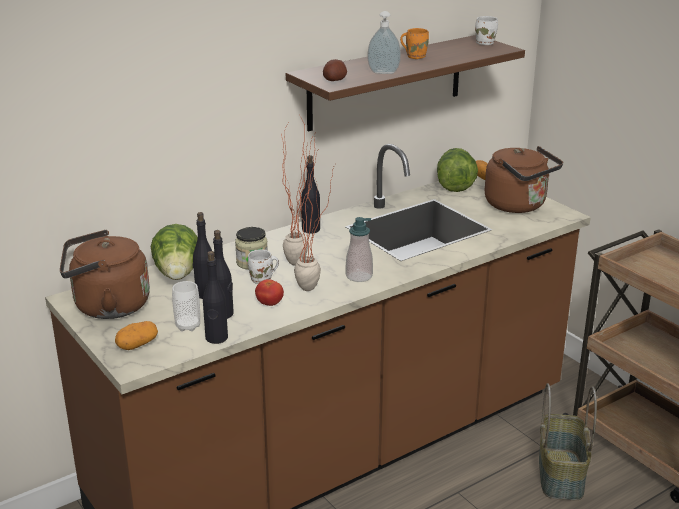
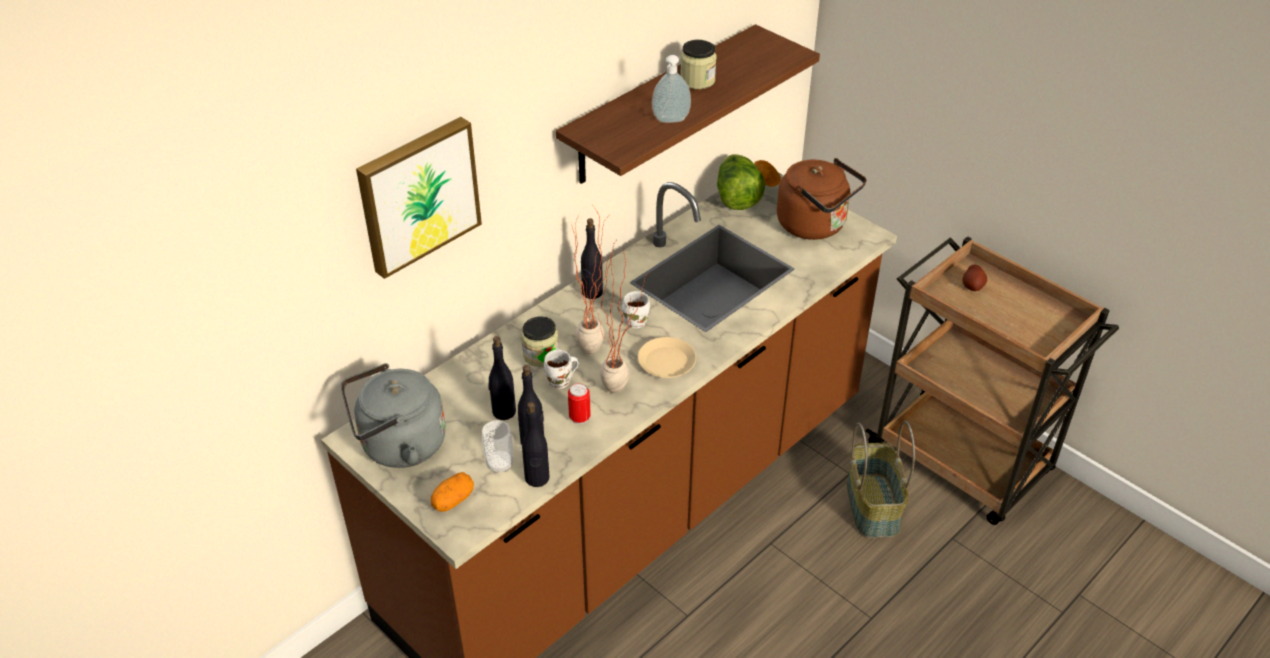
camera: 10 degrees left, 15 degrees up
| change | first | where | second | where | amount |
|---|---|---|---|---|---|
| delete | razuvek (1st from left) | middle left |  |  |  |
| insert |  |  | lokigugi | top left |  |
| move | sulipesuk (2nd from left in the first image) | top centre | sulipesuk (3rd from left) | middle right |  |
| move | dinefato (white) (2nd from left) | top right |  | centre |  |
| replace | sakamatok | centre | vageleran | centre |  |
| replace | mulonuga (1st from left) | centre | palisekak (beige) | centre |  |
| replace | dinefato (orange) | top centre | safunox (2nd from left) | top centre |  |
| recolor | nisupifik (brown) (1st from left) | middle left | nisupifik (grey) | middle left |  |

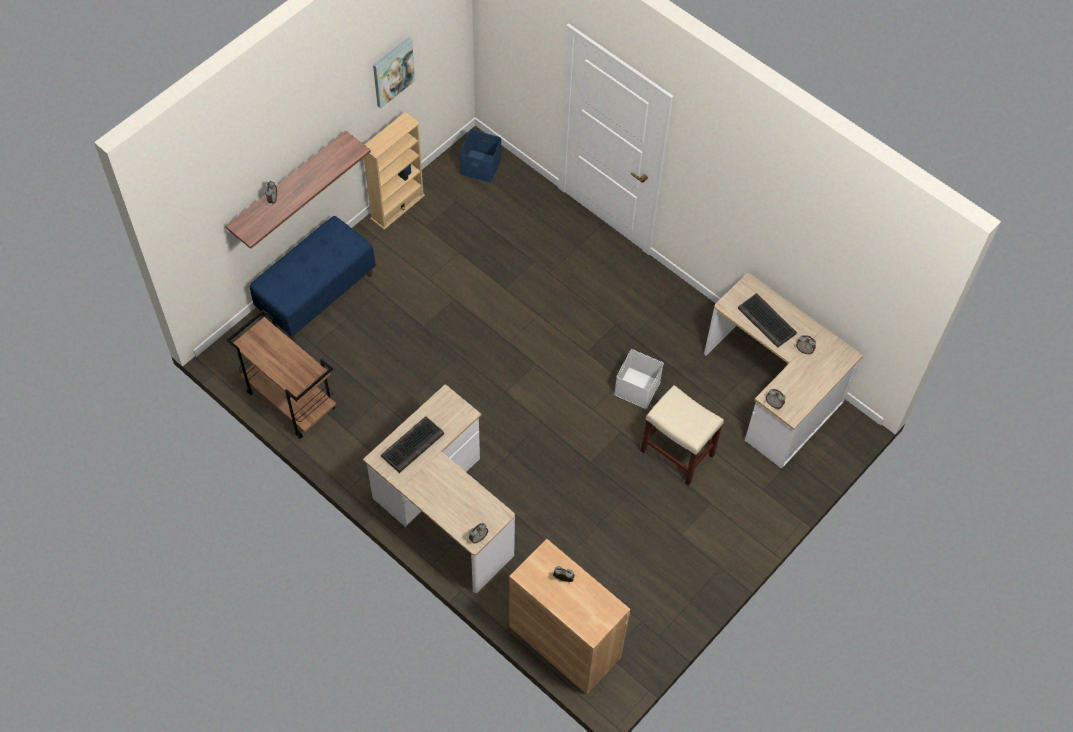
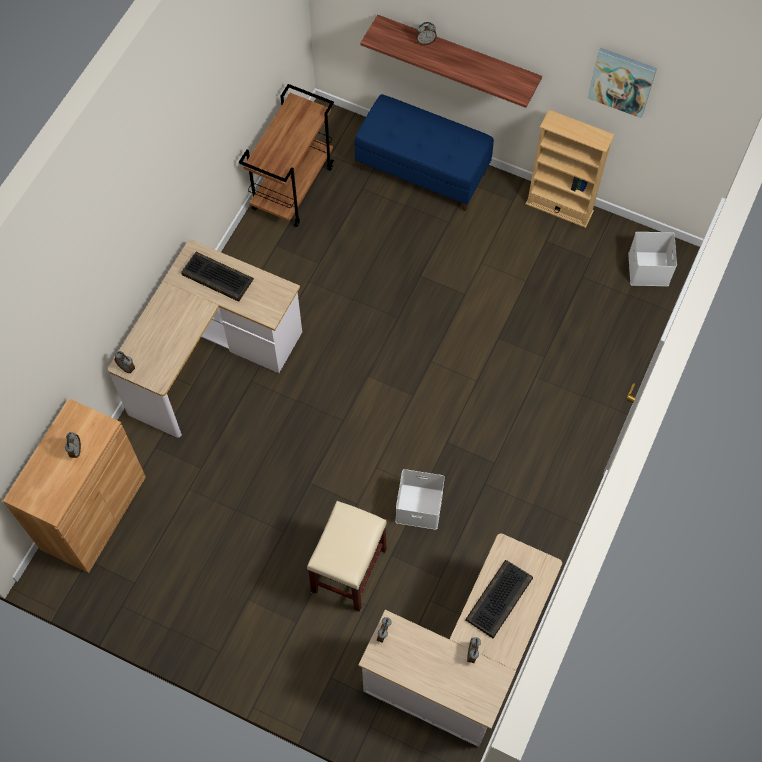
camera: 75 degrees right, 5 degrees up
| change | first | where | second | where | amount |
|---|---|---|---|---|---|
| recolor | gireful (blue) | top centre | gireful (white) (2nd from left) | middle right |  |

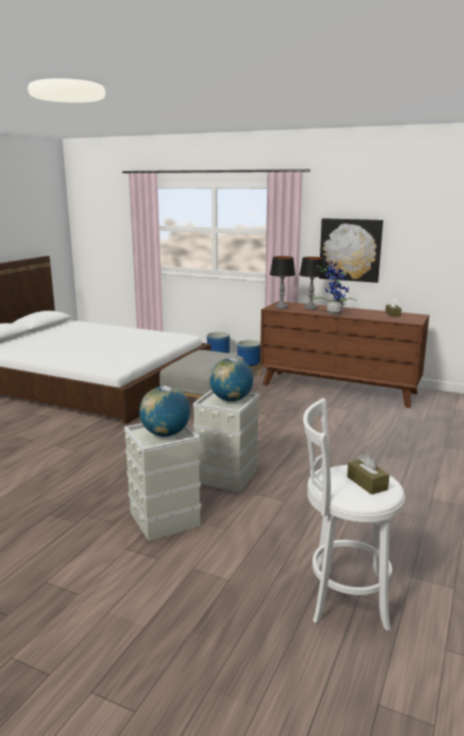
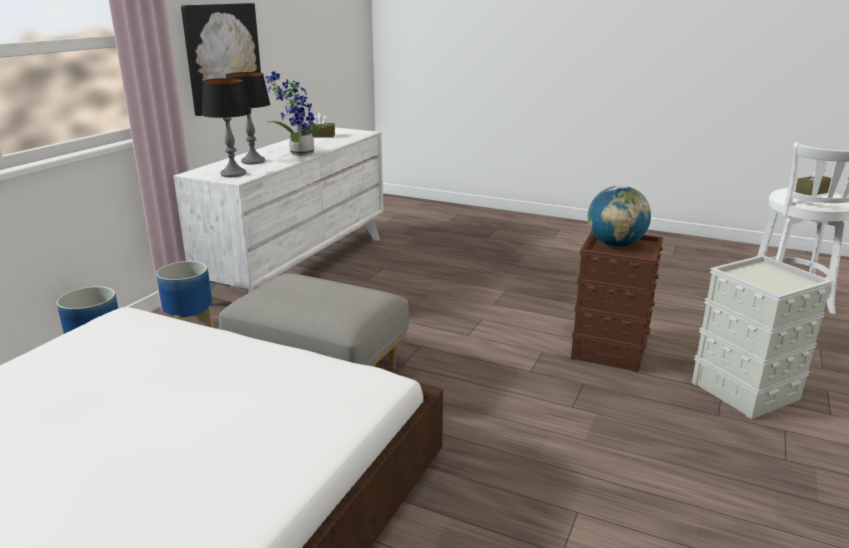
camera: 90 degrees left, 5 degrees up
| change | first | where | second | where | amount |
|---|---|---|---|---|---|
| delete | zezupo (1st from left) | centre |  |  |  |
| recolor | gireful (grey) (2nd from left) | centre | gireful (brown) | middle right |  |
| recolor | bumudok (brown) | middle right | bumudok (white) | middle left |  |

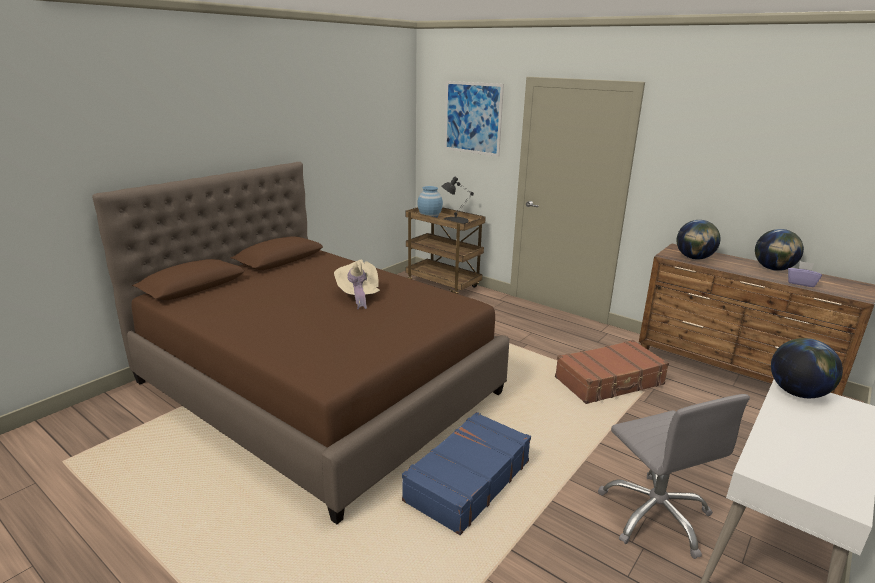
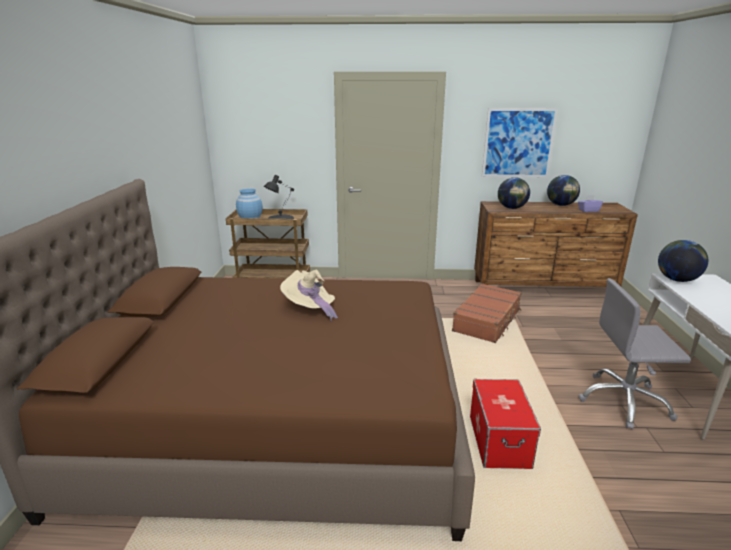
camera: 35 degrees left, 0 degrees up
| change | first | where | second | where | amount |
|---|---|---|---|---|---|
| move | lokigugi | top centre |  | top right |  |
| replace | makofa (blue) | bottom centre | gireful | bottom right |  |
| rotate | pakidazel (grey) | bottom right |  | middle right | 150 degrees clockwise |

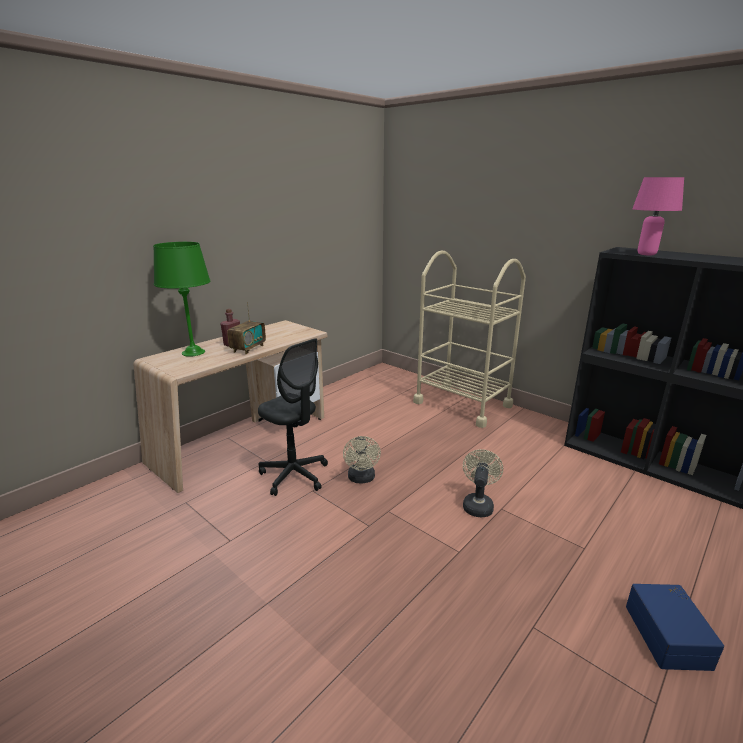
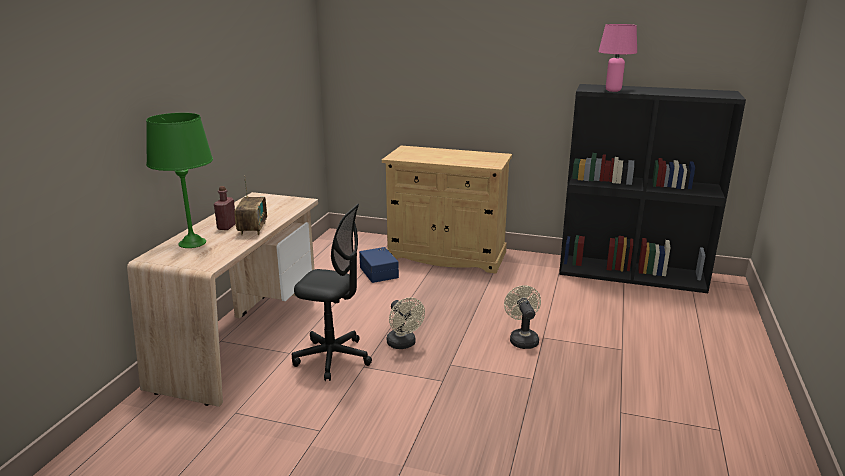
camera: 25 degrees left, 0 degrees up
| change | first | where | second | where | amount |
|---|---|---|---|---|---|
| move | gireful (blue) | bottom right |  | centre |  |
| replace | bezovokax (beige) | centre | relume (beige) | centre |  |

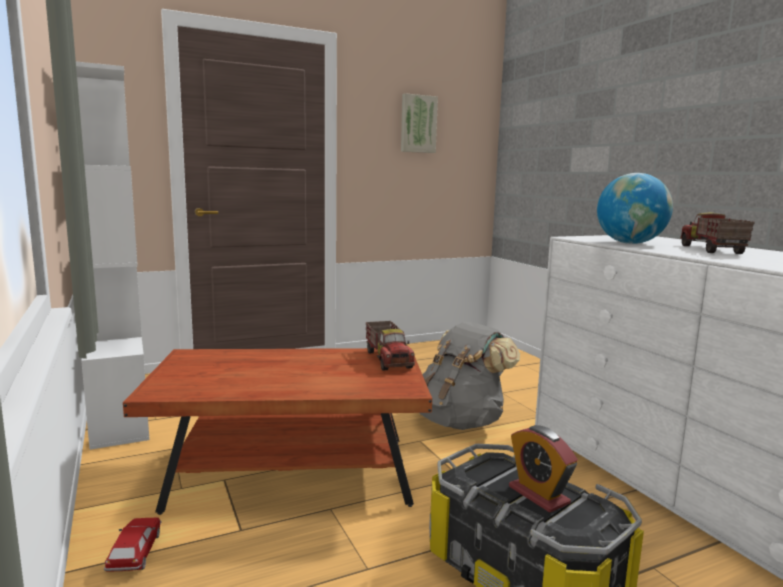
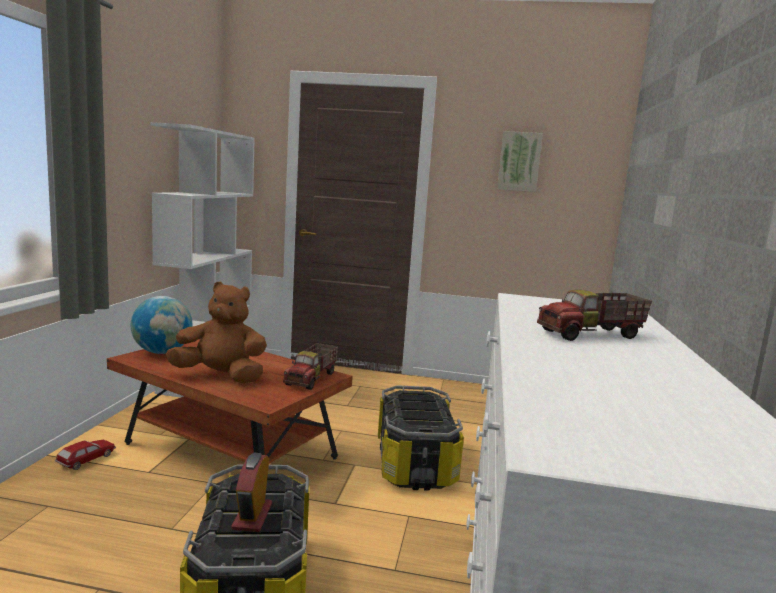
camera: 35 degrees right, 0 degrees up
| change | first | where | second | where | amount |
|---|---|---|---|---|---|
| insert |  |  | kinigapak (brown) | middle left |  |
| move | zezupo | middle right |  | middle left |  |
| replace | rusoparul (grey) | centre | gireful (2nd from left) | bottom centre |  |
| rotate | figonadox (2nd from left) | middle right |  | middle right | 150 degrees counterclockwise |

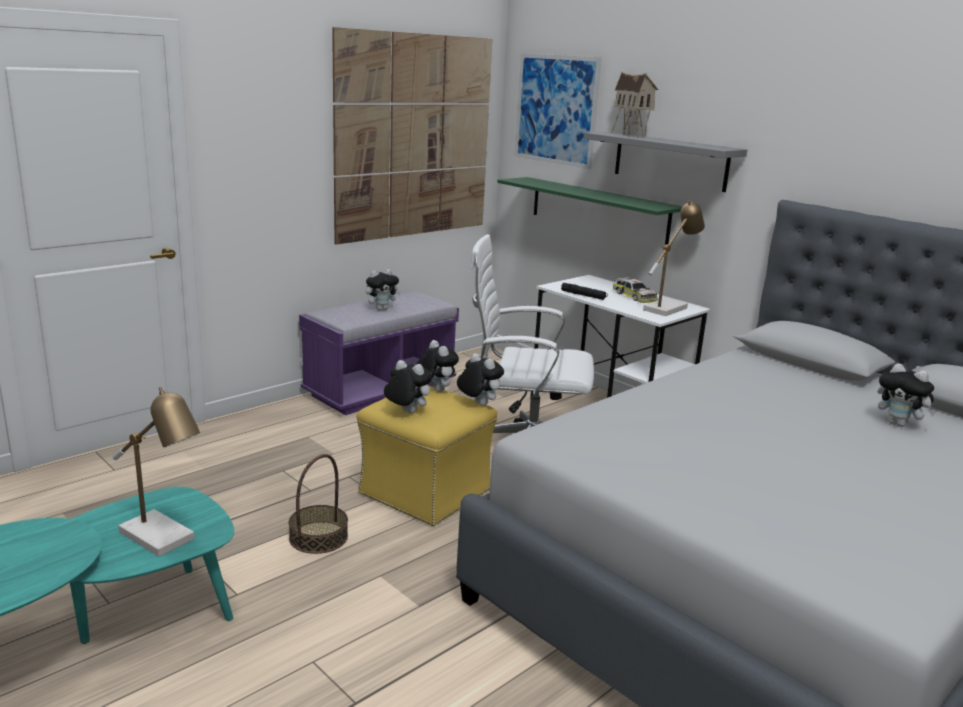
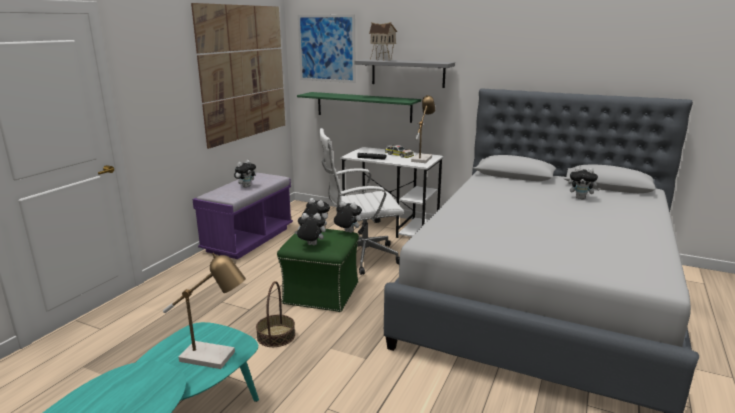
camera: 20 degrees left, 0 degrees up
| change | first | where | second | where | amount |
|---|---|---|---|---|---|
| recolor | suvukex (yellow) | centre | suvukex (green) | centre |  |

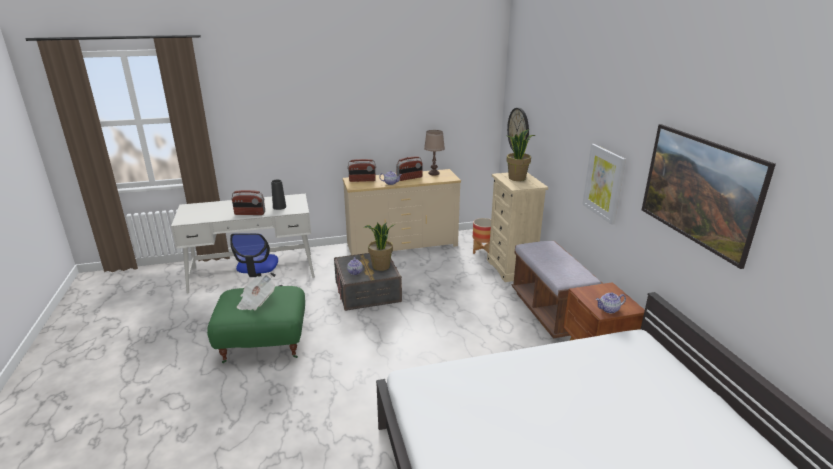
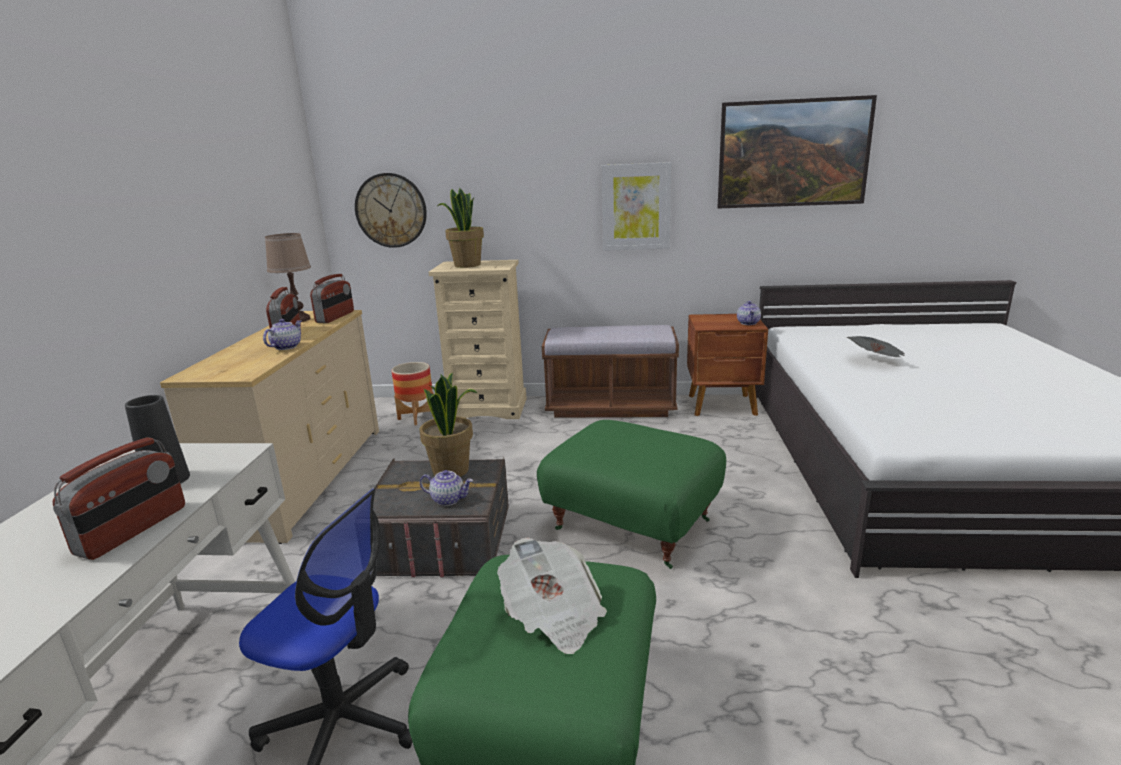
camera: 70 degrees left, 5 degrees down
| change | first | where | second | where | amount |
|---|---|---|---|---|---|
| insert |  |  | suvukex (green) (2nd from left) | centre |  |
| insert |  |  | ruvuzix (2nd from left) | middle right |  |
| move | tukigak (2nd from left in the first image) | centre | tukigak (3rd from left) | middle left |  |

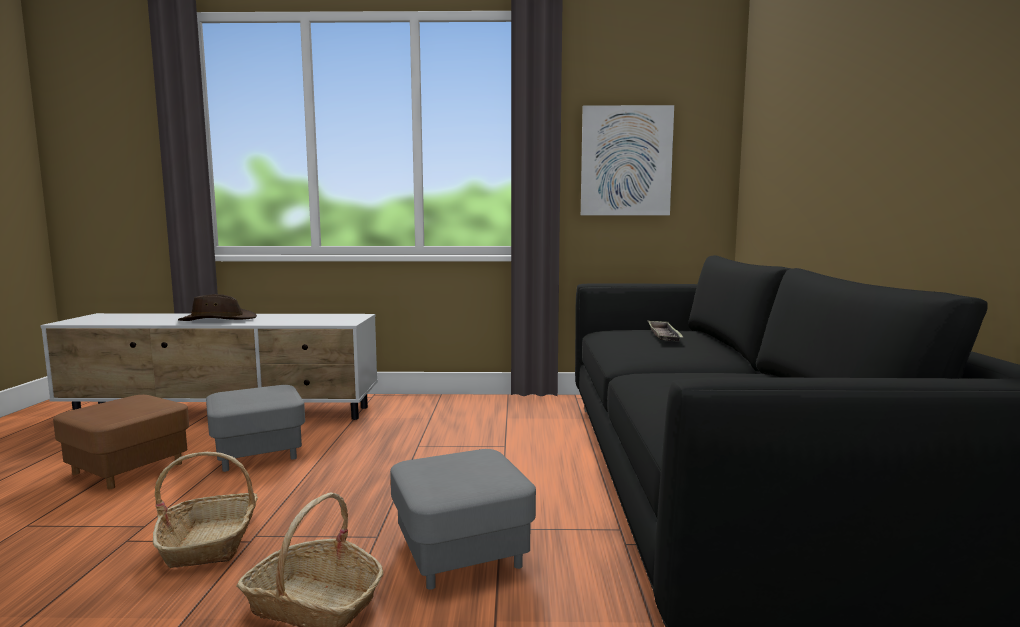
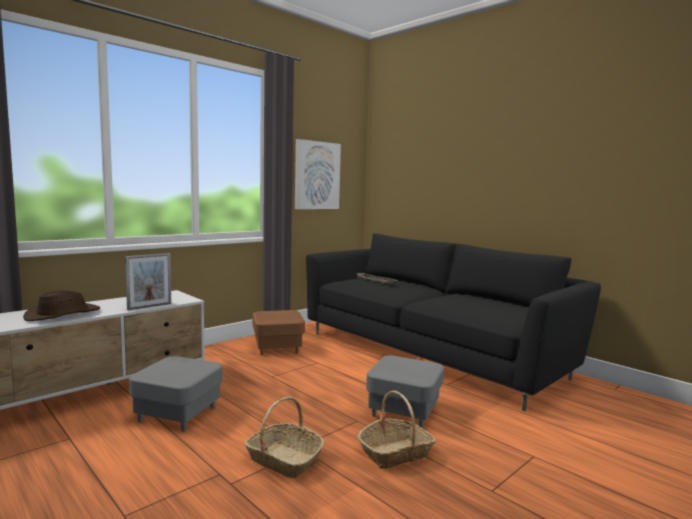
camera: 45 degrees left, 0 degrees up
| change | first | where | second | where | amount |
|---|---|---|---|---|---|
| insert |  |  | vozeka | middle left |  |
| move | suvukex (brown) | bottom left |  | centre |  |

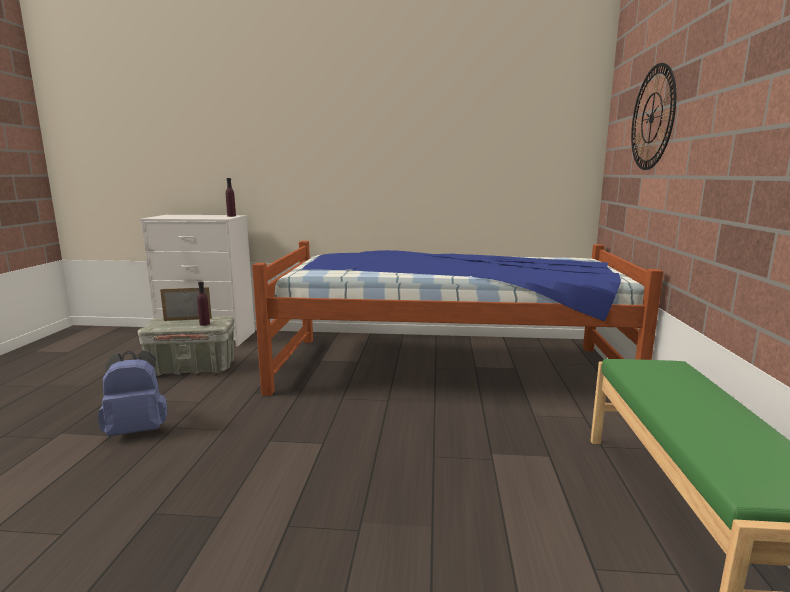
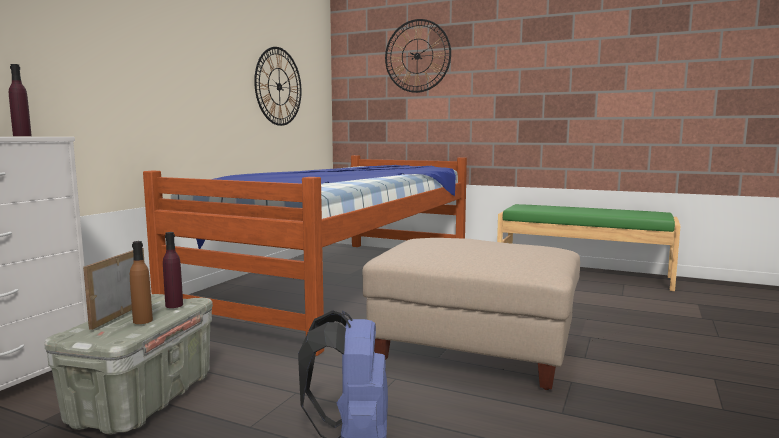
camera: 70 degrees left, 5 degrees down
| change | first | where | second | where | amount |
|---|---|---|---|---|---|
| insert |  |  | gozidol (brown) | middle left |  |
| insert |  |  | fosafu (1st from left) | top centre |  |
| insert |  |  | suvukex (beige) | bottom centre |  |

